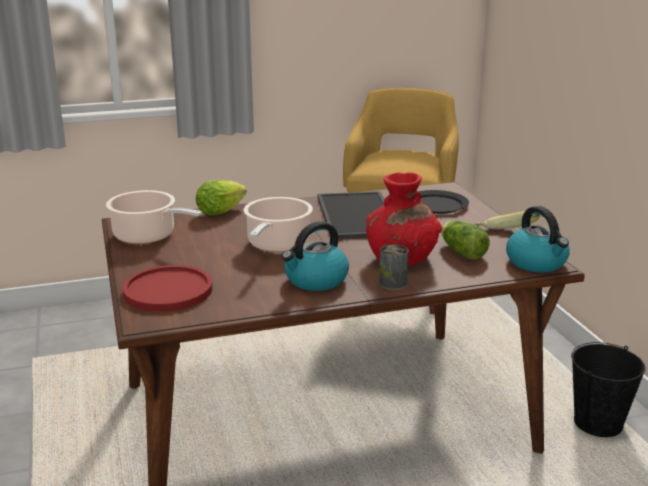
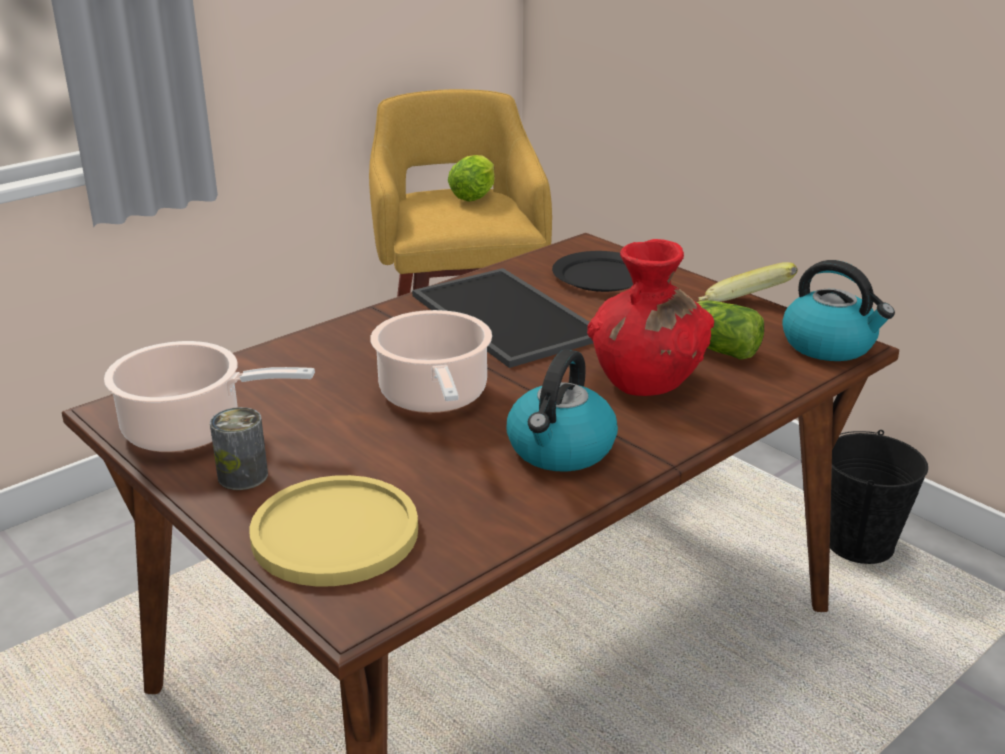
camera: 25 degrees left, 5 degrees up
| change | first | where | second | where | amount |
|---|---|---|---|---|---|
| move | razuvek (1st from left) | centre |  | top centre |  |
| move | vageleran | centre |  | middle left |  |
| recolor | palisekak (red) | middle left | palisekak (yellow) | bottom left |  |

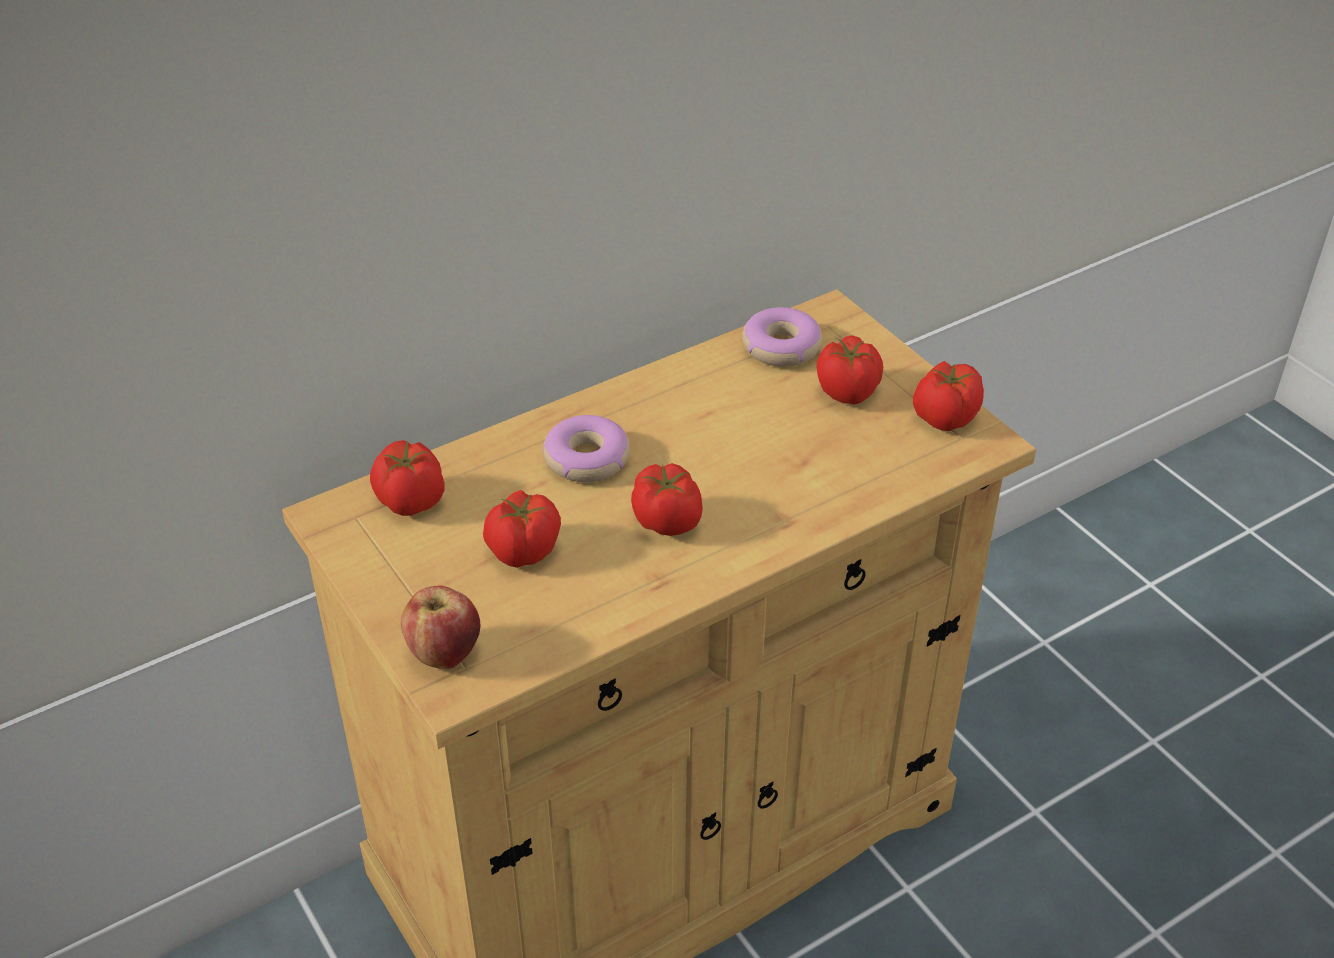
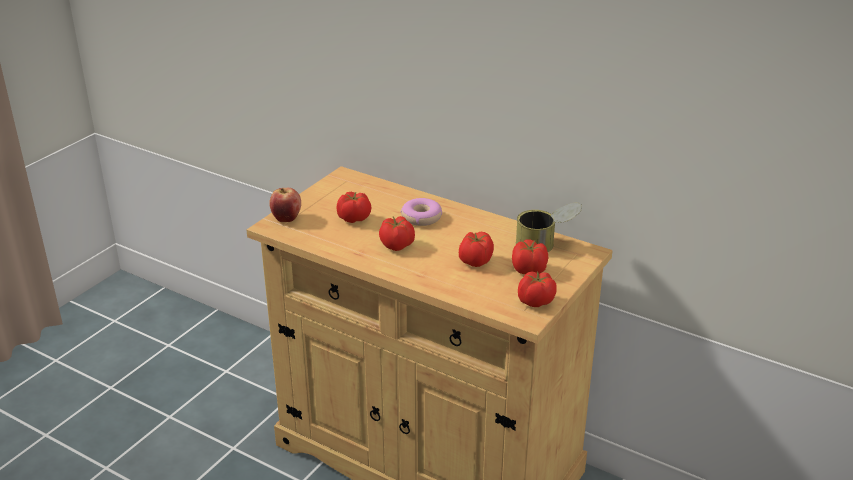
camera: 65 degrees right, 10 degrees down
| change | first | where | second | where | amount |
|---|---|---|---|---|---|
| move | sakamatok (1st from left in the first image) | middle left | sakamatok (3rd from left) | centre |  |
| replace | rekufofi (2nd from left) | centre | vageleran | centre |  |

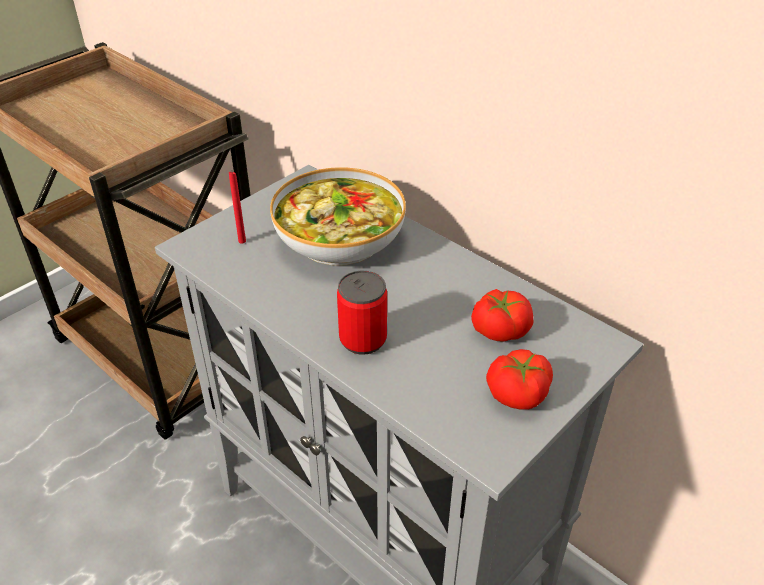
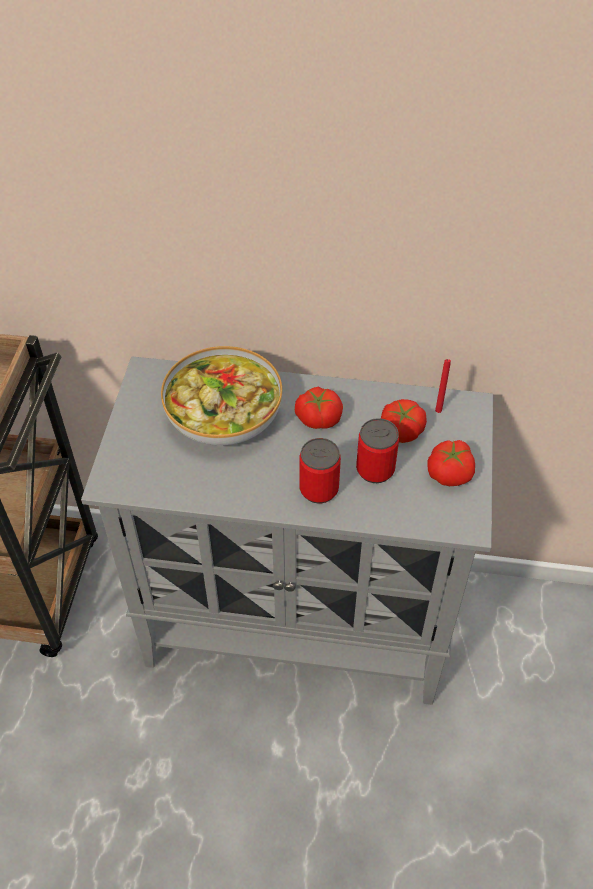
camera: 35 degrees left, 10 degrees up
| change | first | where | second | where | amount |
|---|---|---|---|---|---|
| insert |  |  | sakamatok (1st from left) | centre |  |
| insert |  |  | vageleran (2nd from left) | centre |  |
| move | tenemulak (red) | middle left |  | middle right |  |

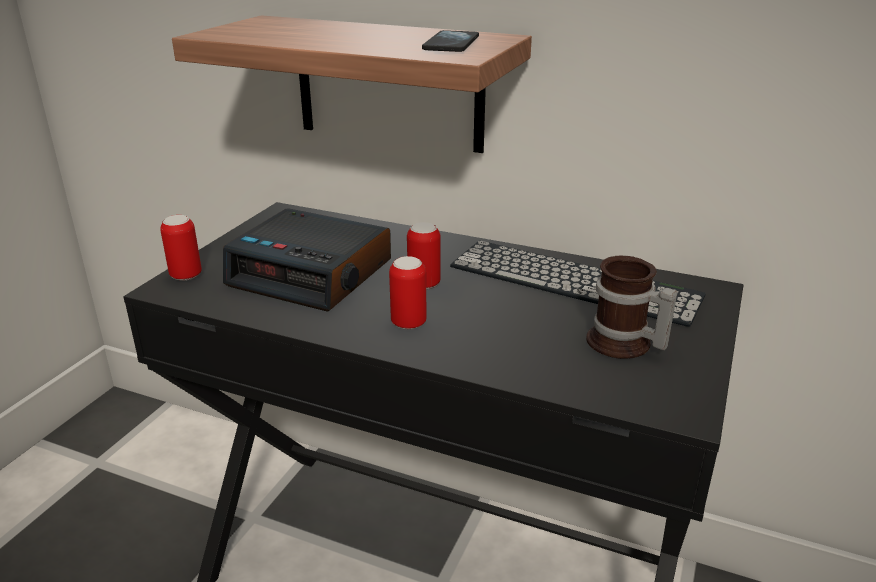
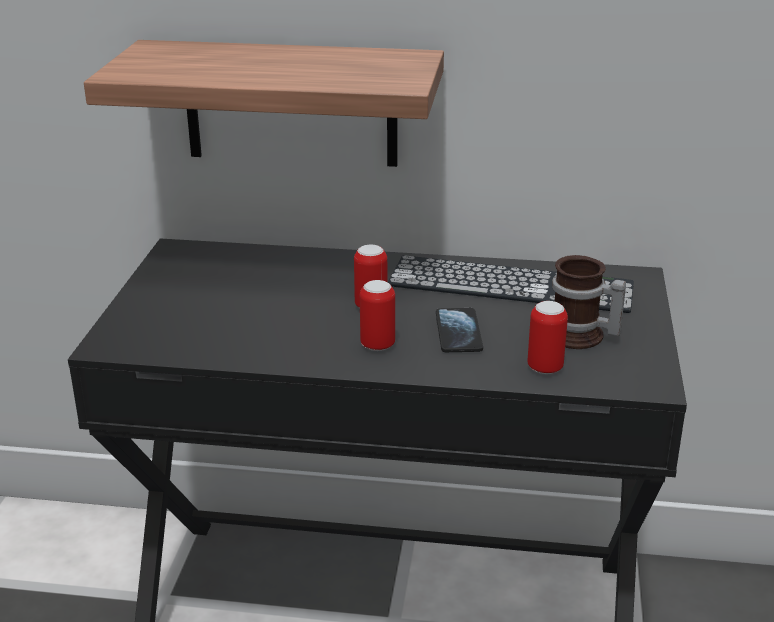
camera: 15 degrees left, 0 degrees up
| change | first | where | second | where | amount |
|---|---|---|---|---|---|
| delete | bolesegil | centre |  |  |  |
| move | vageleran (1st from left in the first image) | middle left | vageleran (3rd from left) | middle right |  |
| move | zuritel | top centre |  | centre |  |

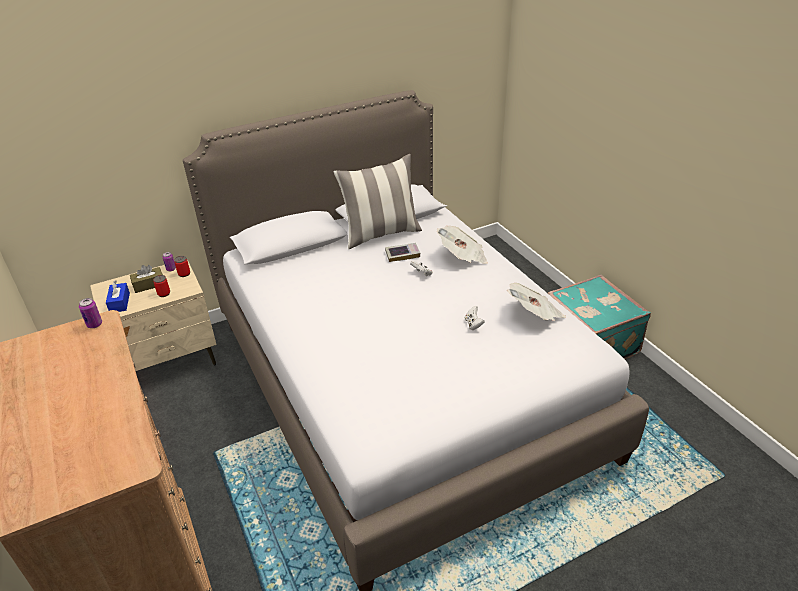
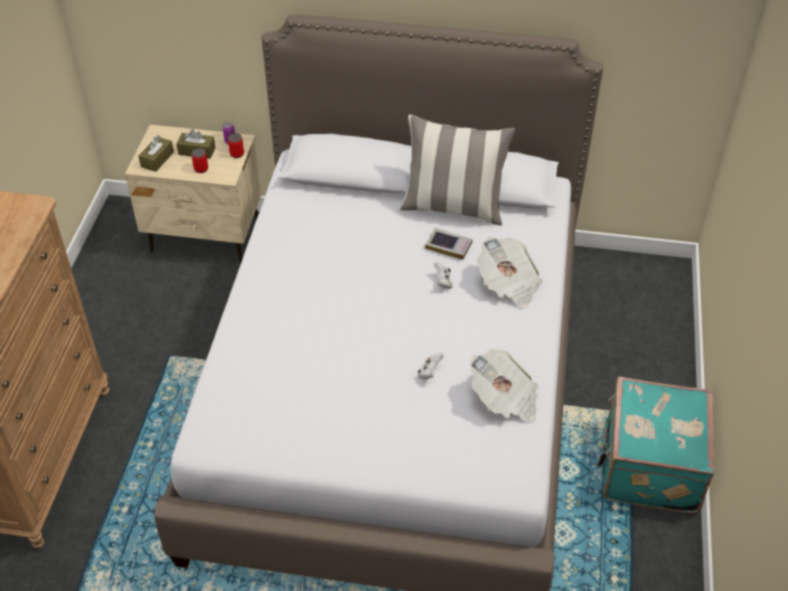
camera: 35 degrees right, 10 degrees up
| change | first | where | second | where | amount |
|---|---|---|---|---|---|
| delete | vageleran (1st from left) | middle left |  |  |  |
| recolor | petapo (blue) | middle left | petapo (brown) (1st from left) | top left |  |

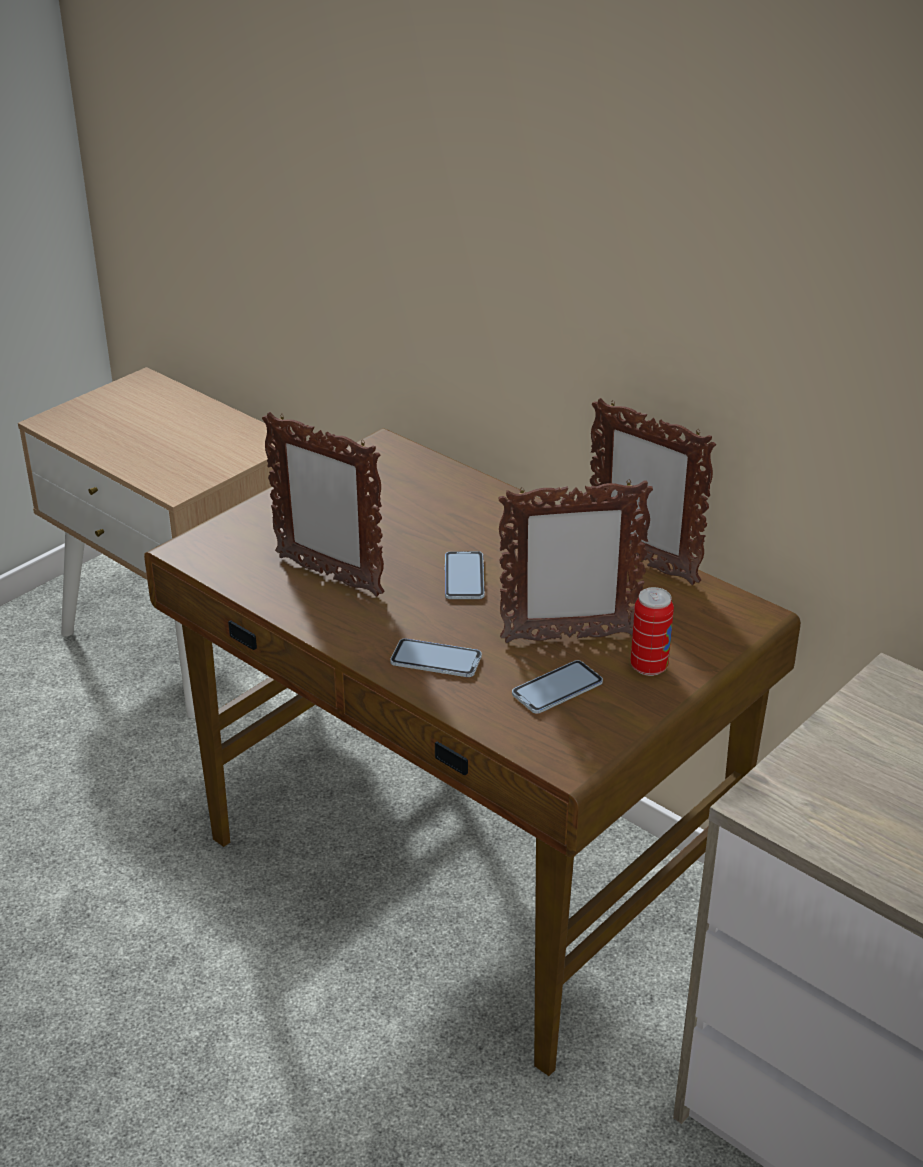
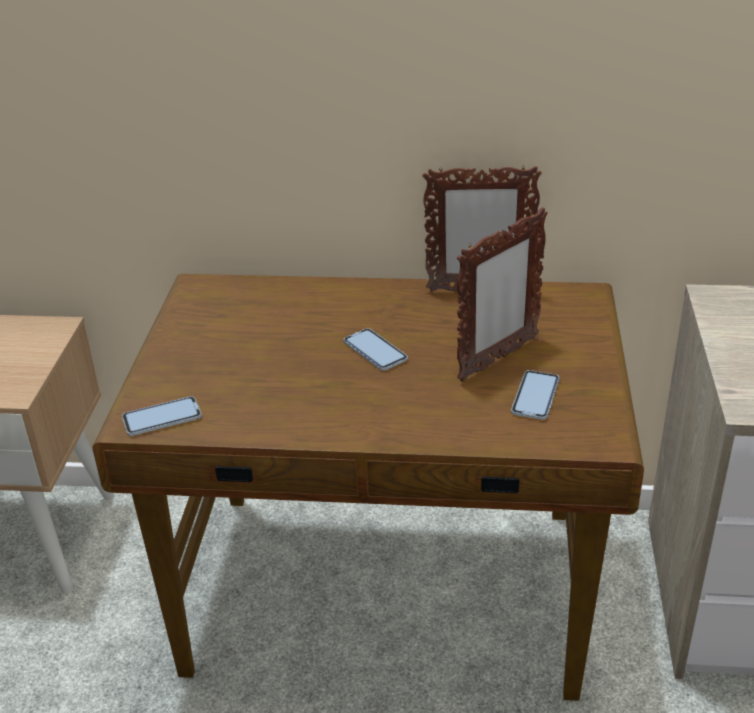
camera: 35 degrees left, 0 degrees up
| change | first | where | second | where | amount |
|---|---|---|---|---|---|
| delete | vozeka (1st from left) | centre |  |  |  |
| delete | vageleran | middle right |  |  |  |
| move | zuritel (1st from left) | centre |  | middle left |  |

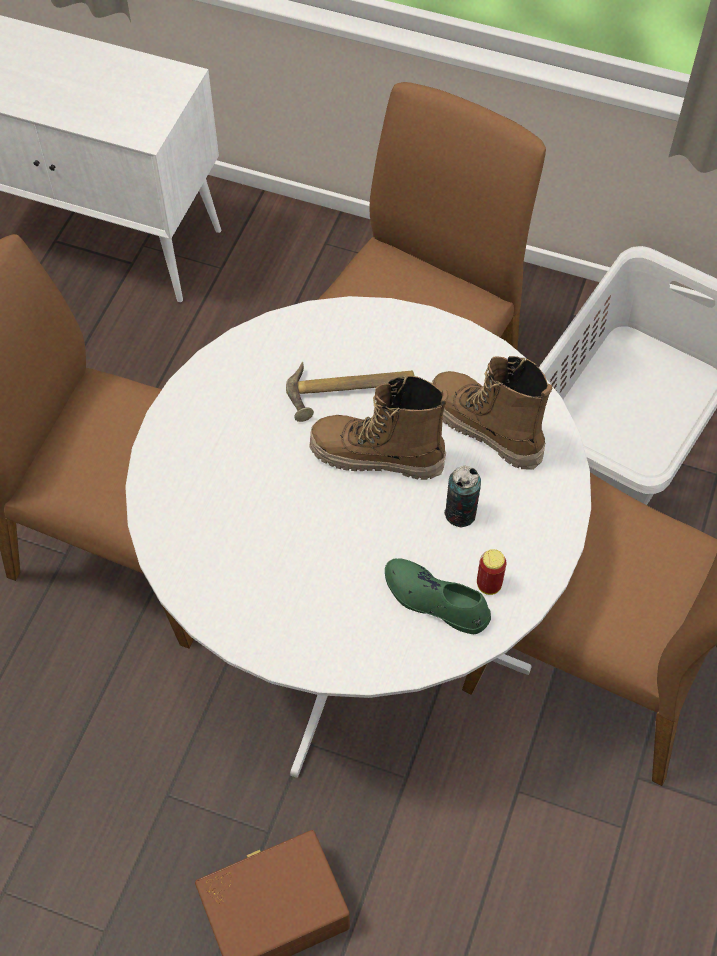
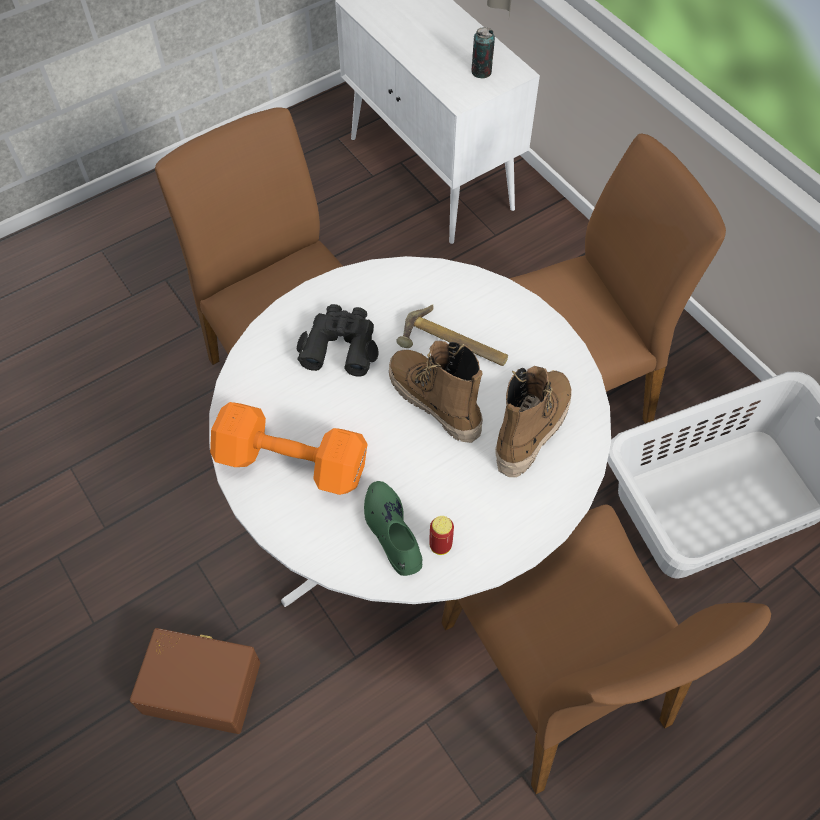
camera: 35 degrees right, 0 degrees up
| change | first | where | second | where | amount |
|---|---|---|---|---|---|
| insert |  |  | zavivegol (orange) | centre |  |
| insert |  |  | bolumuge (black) | centre |  |
| move | vageleran (1st from left in the first image) | centre | vageleran (2nd from left) | top centre |  |
| rotate | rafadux (2nd from left) | middle right |  | centre | 45 degrees clockwise |

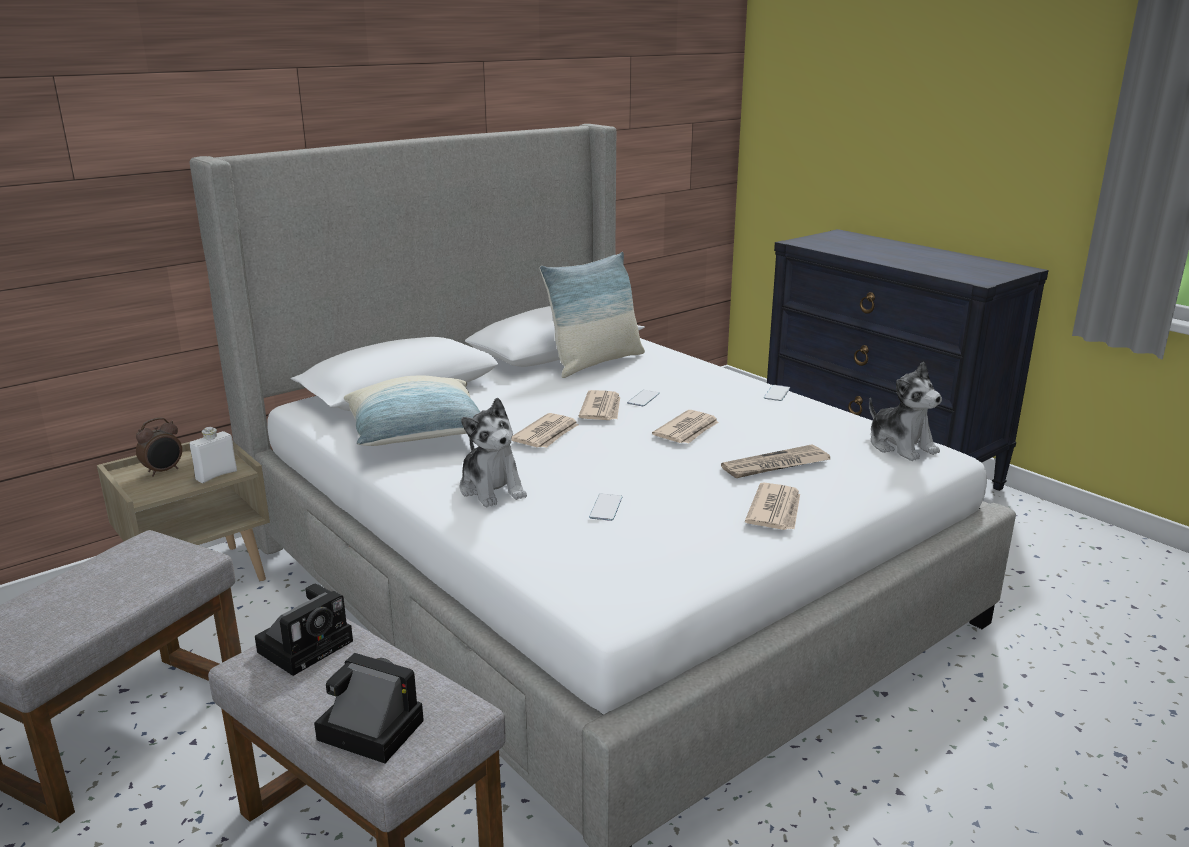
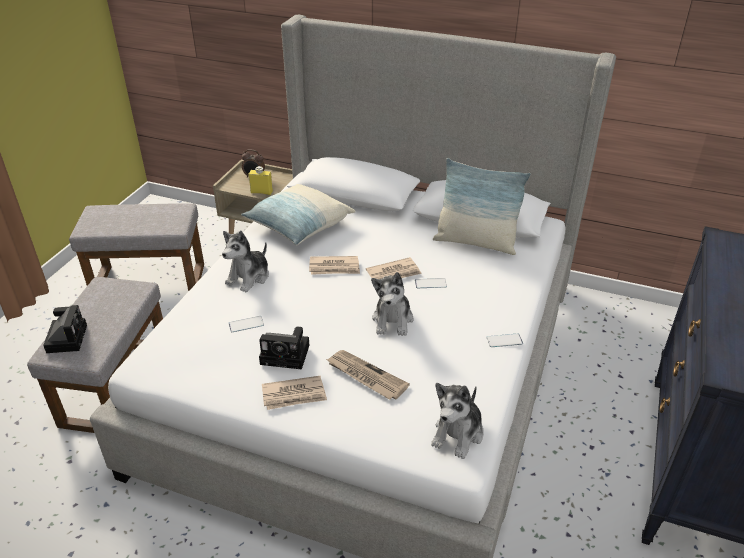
camera: 60 degrees right, 15 degrees up
| change | first | where | second | where | amount |
|---|---|---|---|---|---|
| move | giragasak (1st from left in the first image) | bottom left | giragasak (2nd from left) | centre |  |
| replace | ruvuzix (3rd from left) | centre | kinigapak (2nd from left) | centre |  |
| recolor | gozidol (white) | middle left | gozidol (yellow) | top centre |  |

